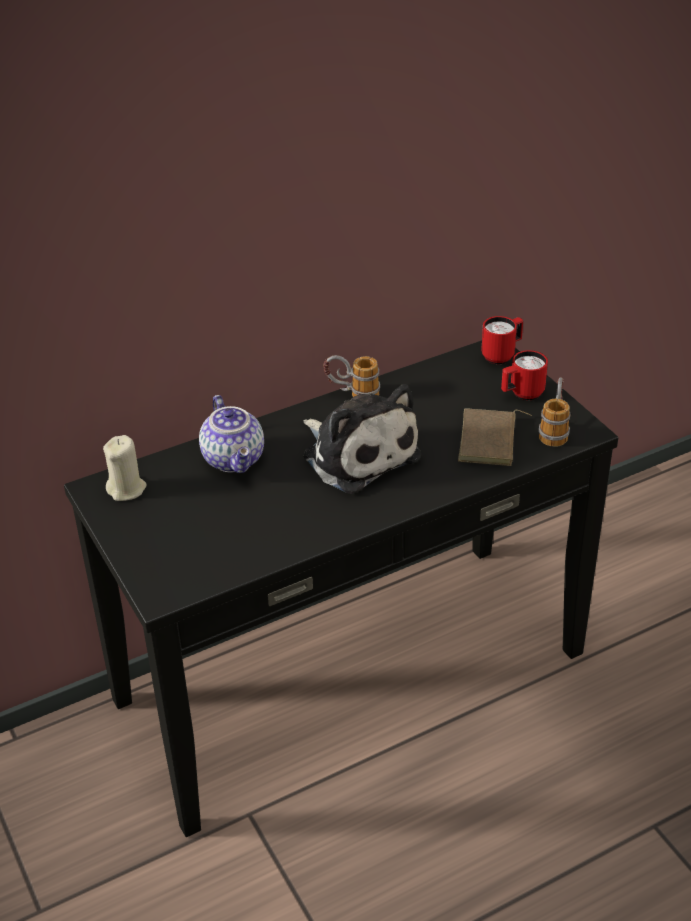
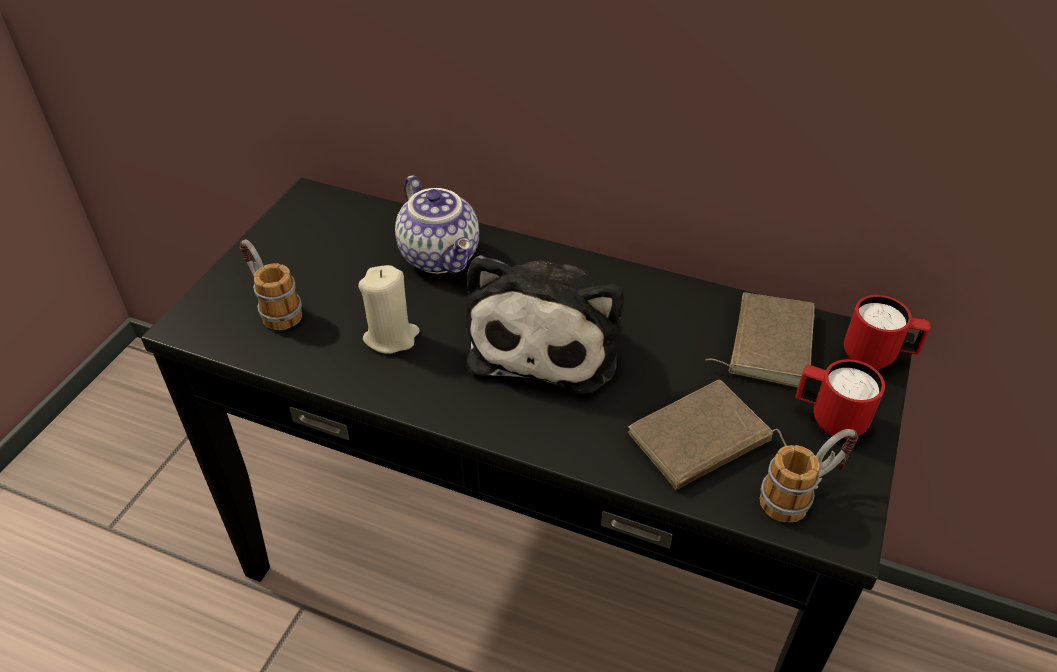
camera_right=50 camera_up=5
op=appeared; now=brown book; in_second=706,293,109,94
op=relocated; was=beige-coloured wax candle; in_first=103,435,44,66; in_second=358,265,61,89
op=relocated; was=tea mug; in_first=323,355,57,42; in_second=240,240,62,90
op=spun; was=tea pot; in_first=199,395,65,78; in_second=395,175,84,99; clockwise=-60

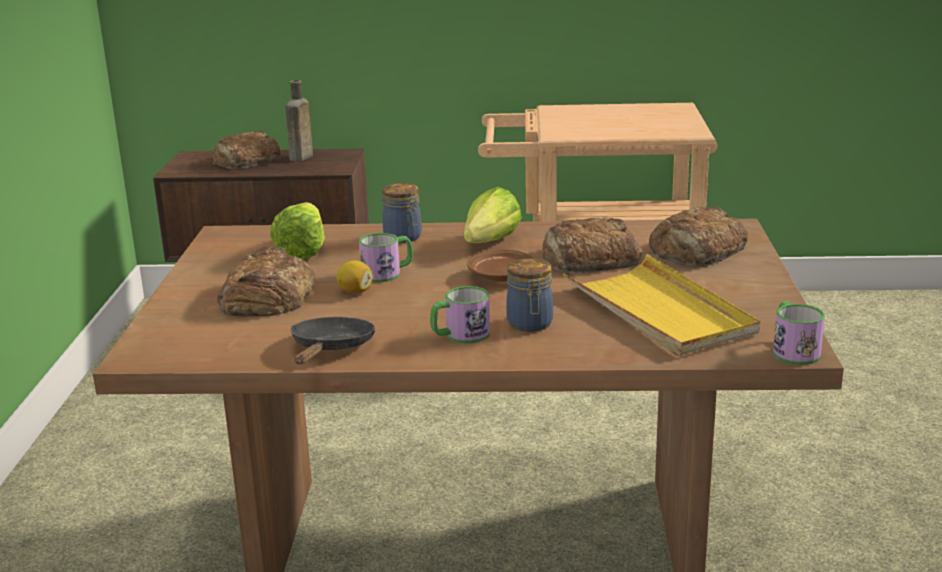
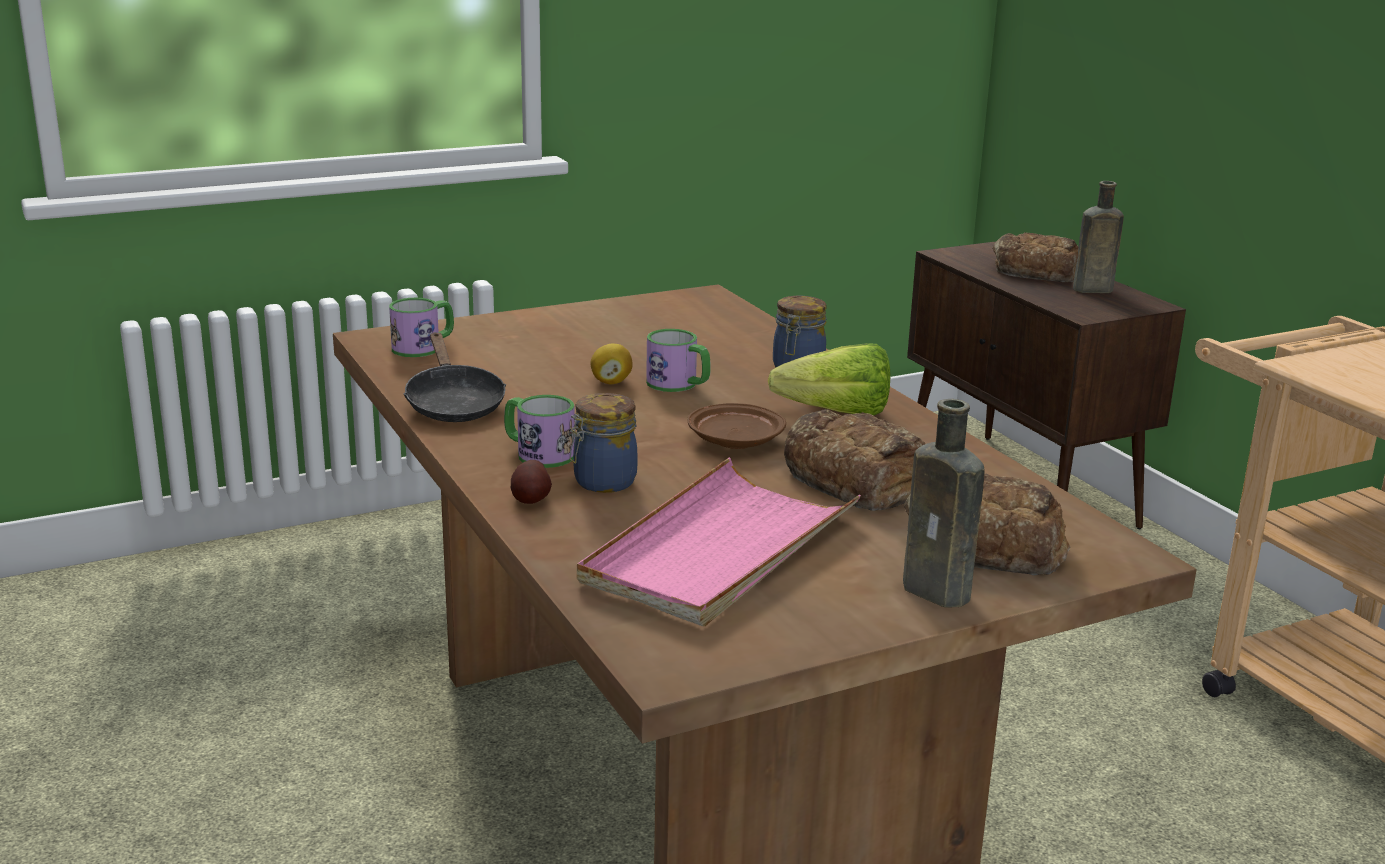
camera_right=60 camera_up=0
op=missing; was=baked bread; in_first=217,247,98,70
op=missing; was=lettuce; in_first=270,202,55,57
op=appeared; now=spud; in_second=511,460,41,44
op=appeared; now=brown drink bottle; in_second=903,399,82,208
op=relocated; was=tea mug; in_first=773,302,52,63; in_second=389,298,65,59
op=colour; was=yellowish tray; now=pinkish tray; in_first=563,254,197,102; in_second=577,458,284,168
op=spun; was=black-coloured pan; in_first=290,317,85,47; in_second=403,332,103,90; clockwise=90

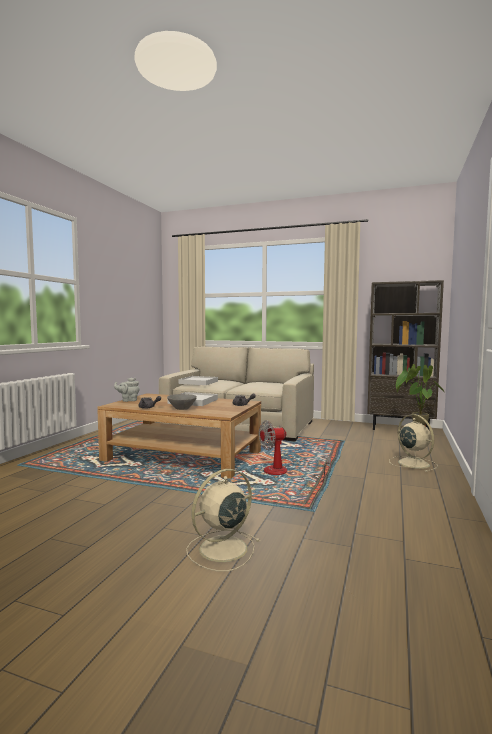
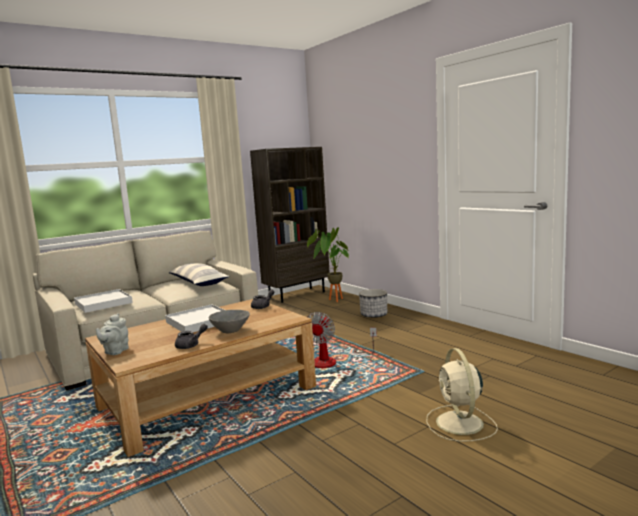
camera_right=-55 camera_up=5
op=appeared; now=throw pillow; in_second=168,263,61,23
op=exchanged; was=beige-coloured cooling fan; now=flower pot; in_first=389,414,49,58; in_second=359,289,28,29

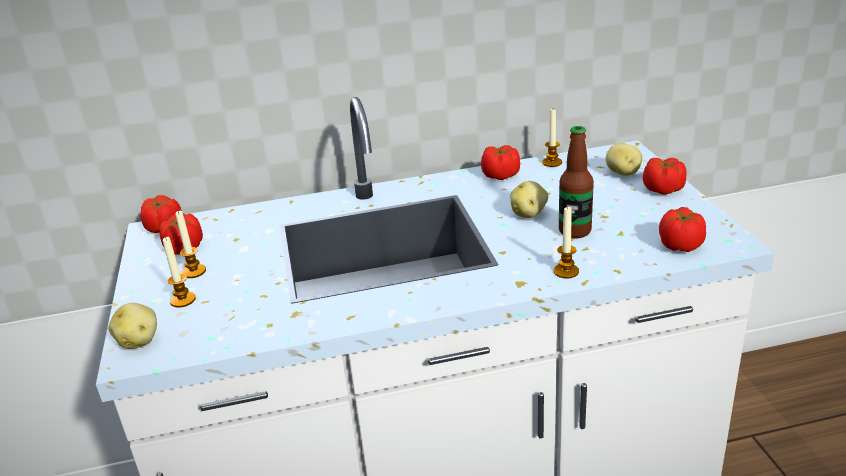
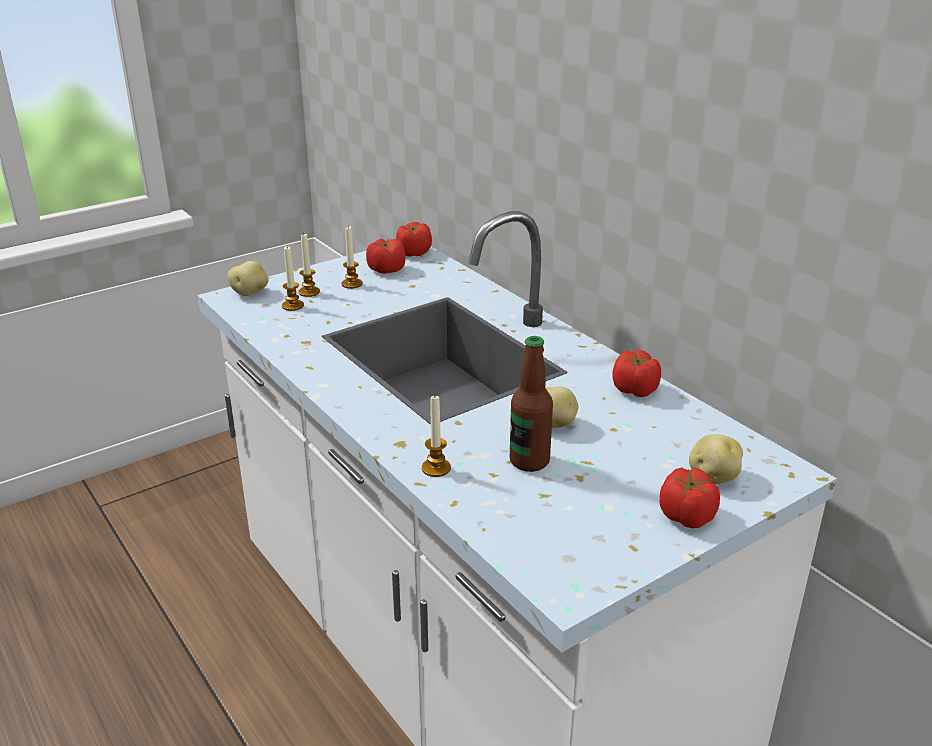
camera_right=65 camera_up=0
op=missing; was=tomato; in_first=659,207,47,45
op=relocated; was=wax candle; in_first=542,109,20,58; in_second=282,246,22,65

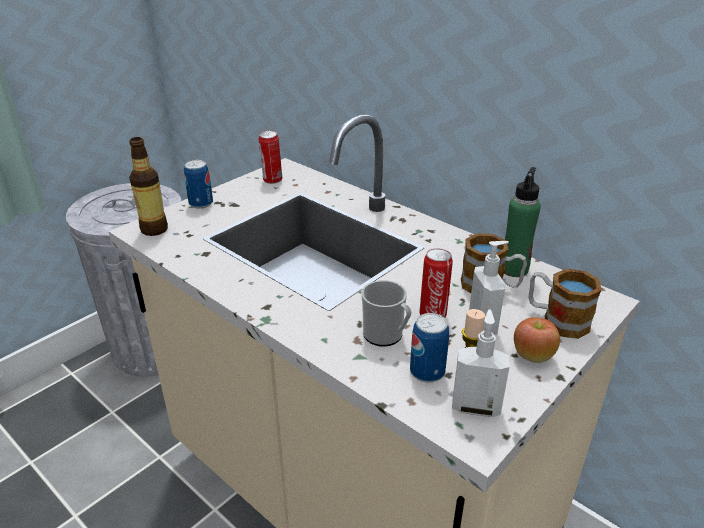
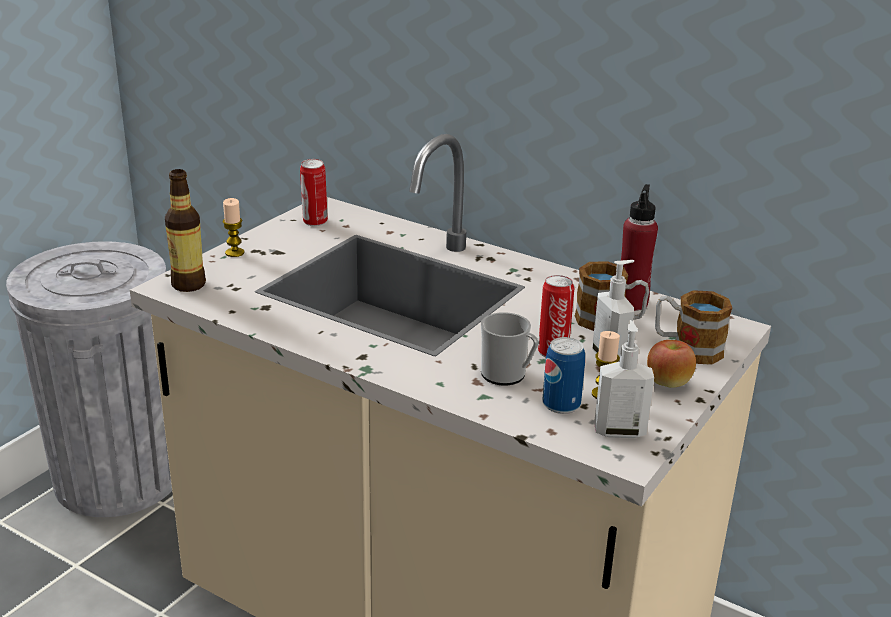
camera_right=-10 camera_up=-5
op=exchanged; was=sealed can; now=wax candle; in_first=184,160,29,49; in_second=223,198,21,59
op=colour; was=green-coloured drink bottle; now=reddish drink bottle; in_first=504,167,37,110; in_second=621,184,37,127

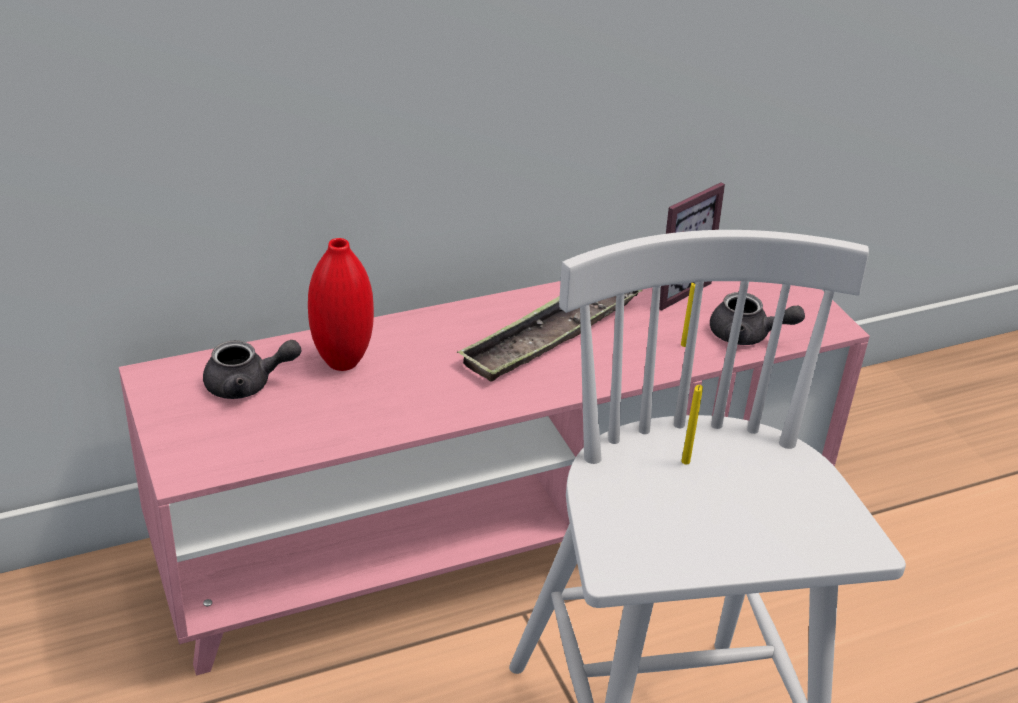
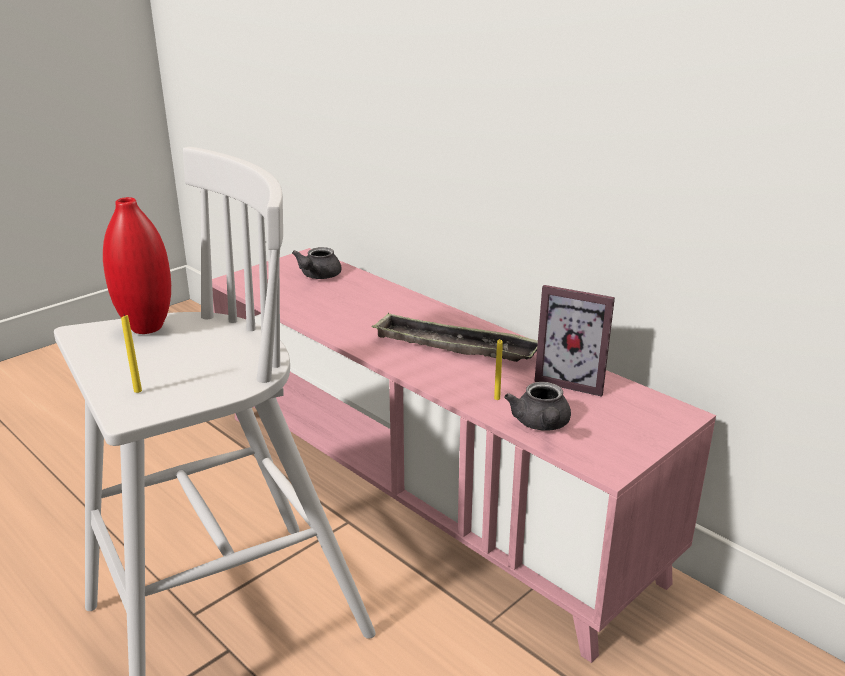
camera_right=70 camera_up=-10
op=relocated; was=reddish vase; in_first=308,238,66,133; in_second=103,197,68,137
op=relocated; was=yellowish wax candle; in_first=681,385,22,80; in_second=121,315,21,78
op=spun; was=grey tea pot; in_first=203,340,98,59; in_second=292,247,50,32; clockwise=45

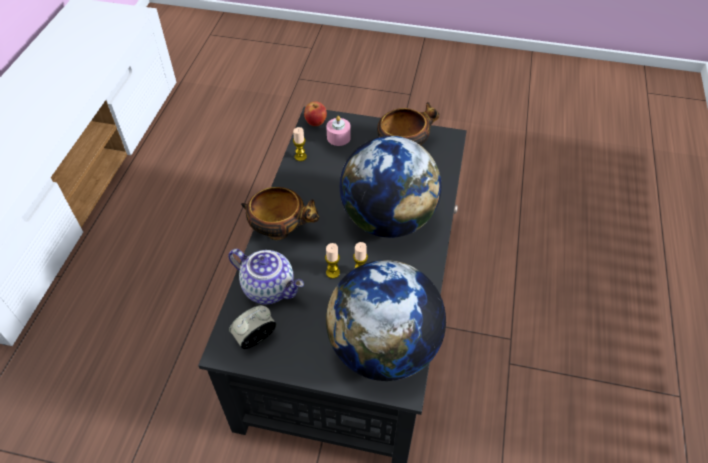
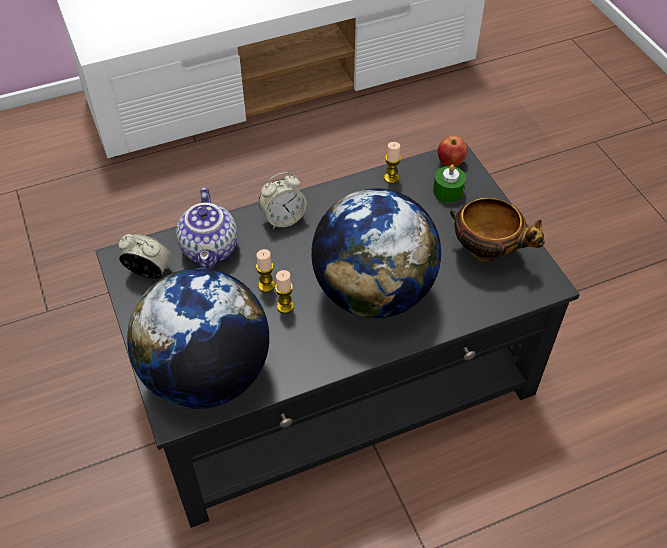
camera_right=55 camera_up=0
op=exchanged; was=serving bowl; now=bedside clock; in_first=241,187,79,53; in_second=259,172,48,57
op=colour; was=pinkish wax candle; now=green-coloured wax candle; in_first=326,116,25,30; in_second=433,164,33,39

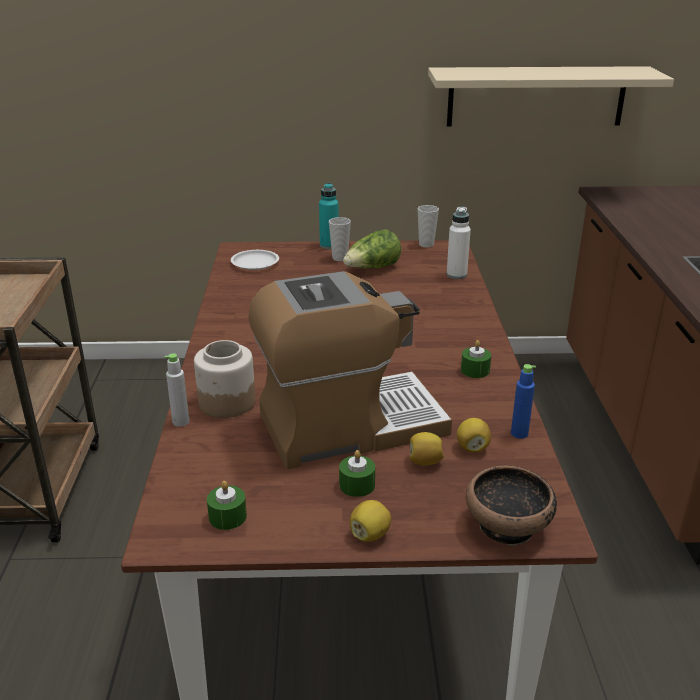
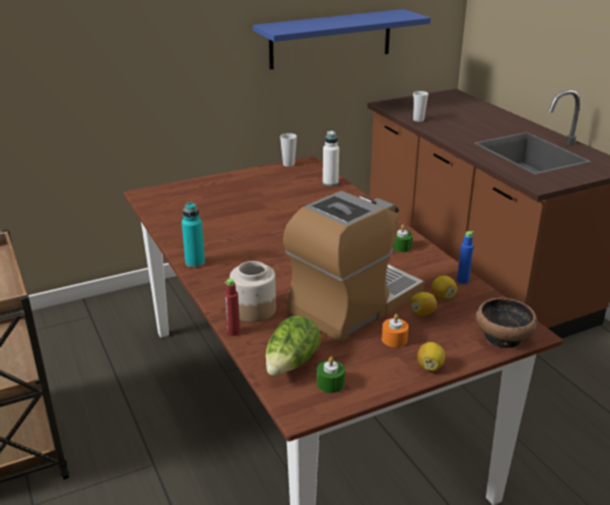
camera_right=-25 camera_up=0
op=missing; was=whitish plate; in_first=231,250,48,20
op=relocated; was=turquoise-coloured drink bottle; in_first=319,183,19,66; in_second=182,202,23,66
op=relocated; was=drinking cup; in_first=329,217,22,44; in_second=413,91,15,31
op=relocated; was=lettuce; in_first=343,230,58,39; in_second=265,316,56,60
op=colour; was=grey drink bottle; now=reddish drink bottle; in_first=165,353,24,74; in_second=224,279,16,57
op=colour; was=green-coloured wax candle; now=orange wax candle; in_first=339,450,36,47; in_second=382,314,27,33
op=colour; was=beige-coloured shelf; now=blue-coloured shelf; in_first=428,66,246,61; in_second=253,9,178,61

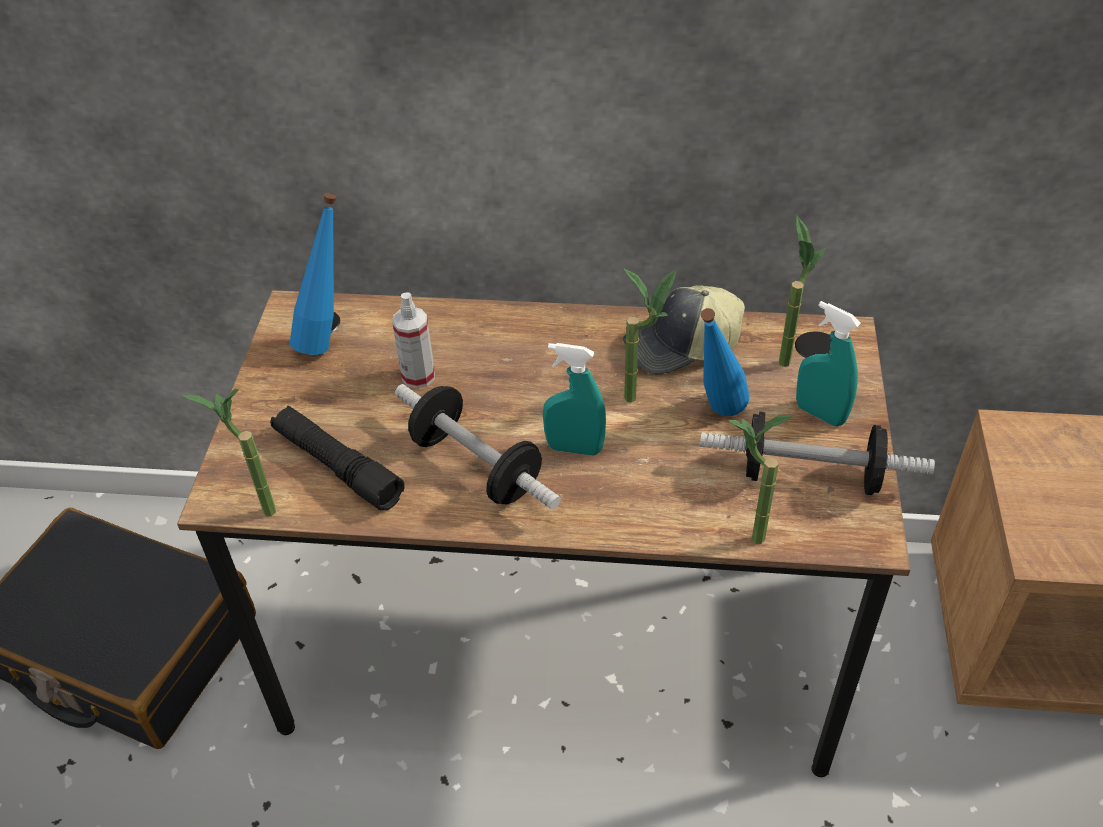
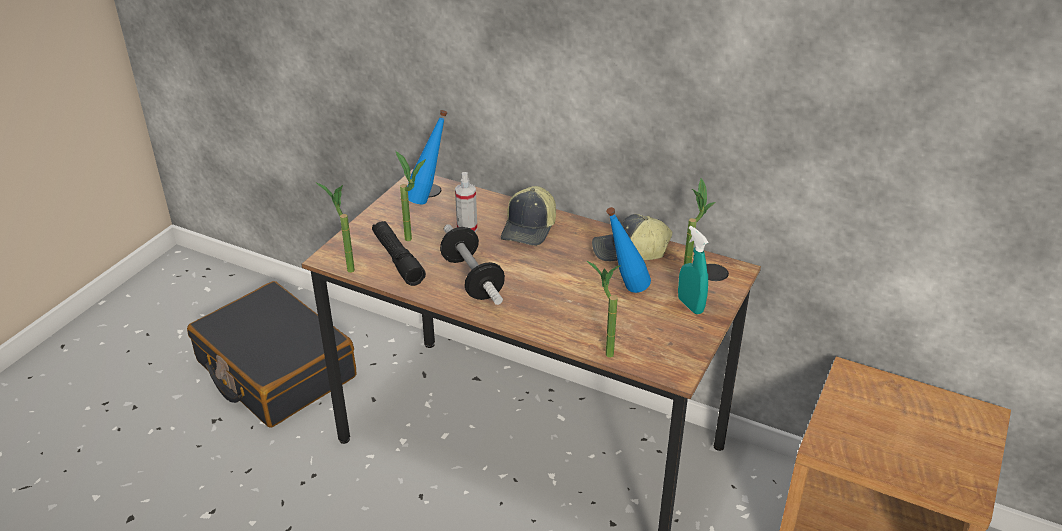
camera_right=20 camera_up=-10
op=missing; was=turquoise-coloured spray bottle; in_first=543,343,63,113
op=missing; was=hand weight; in_first=700,412,235,83
op=appeared; now=baseball cap; in_second=501,186,55,60
op=relocated; was=houseplant; in_first=623,268,54,135; in_second=396,151,30,90

